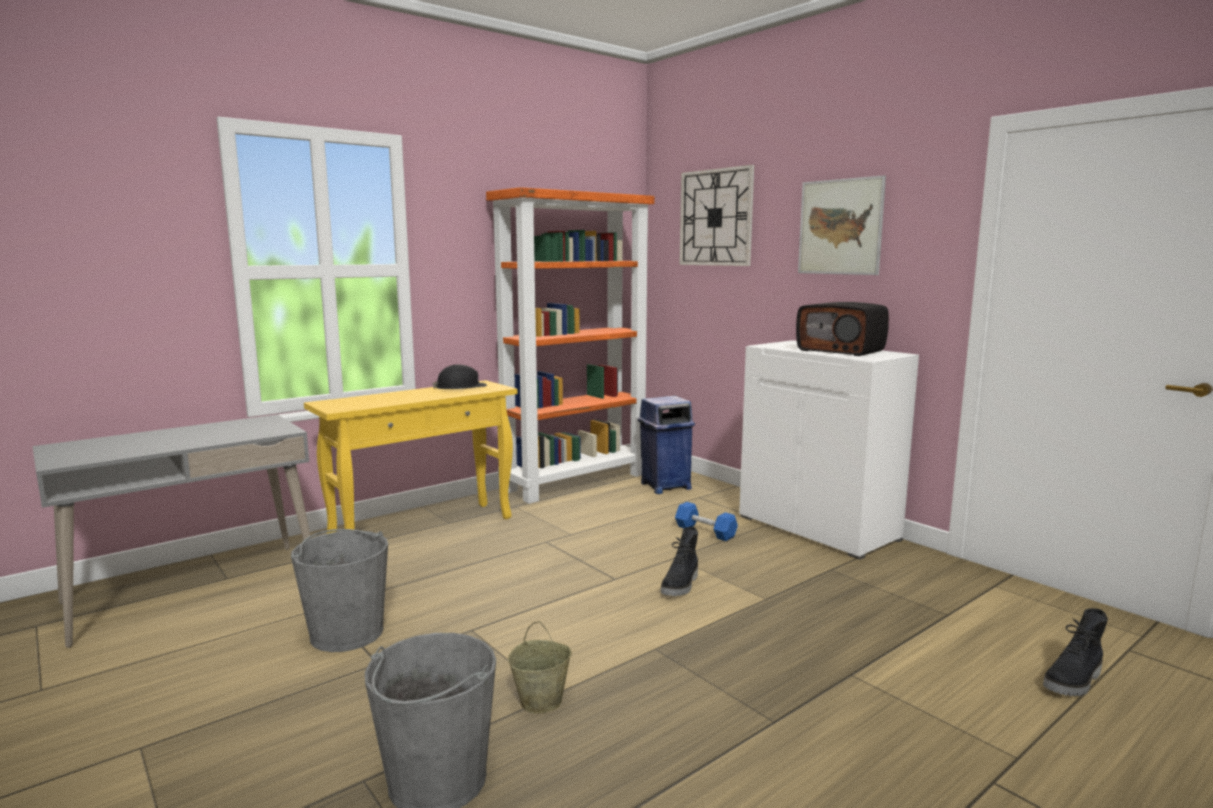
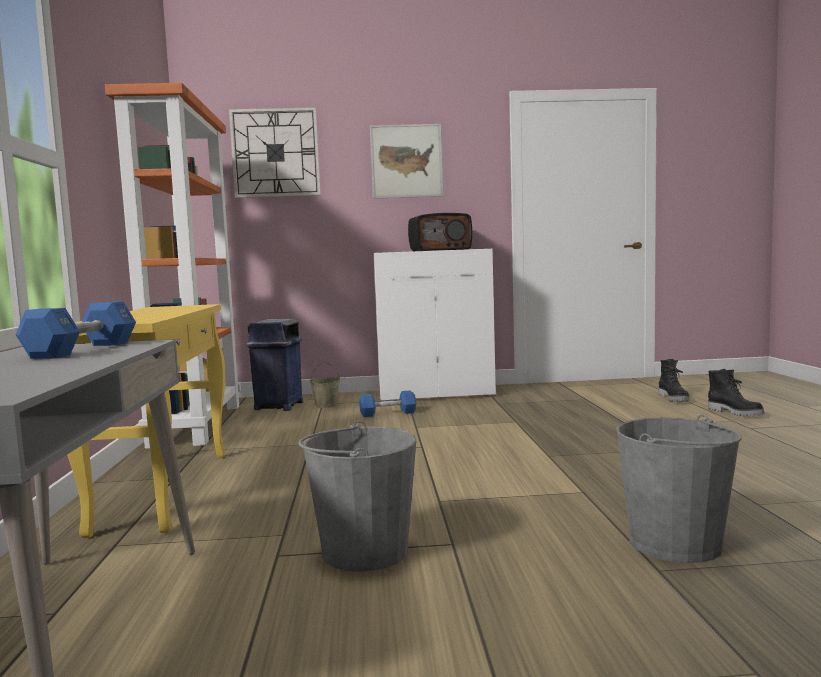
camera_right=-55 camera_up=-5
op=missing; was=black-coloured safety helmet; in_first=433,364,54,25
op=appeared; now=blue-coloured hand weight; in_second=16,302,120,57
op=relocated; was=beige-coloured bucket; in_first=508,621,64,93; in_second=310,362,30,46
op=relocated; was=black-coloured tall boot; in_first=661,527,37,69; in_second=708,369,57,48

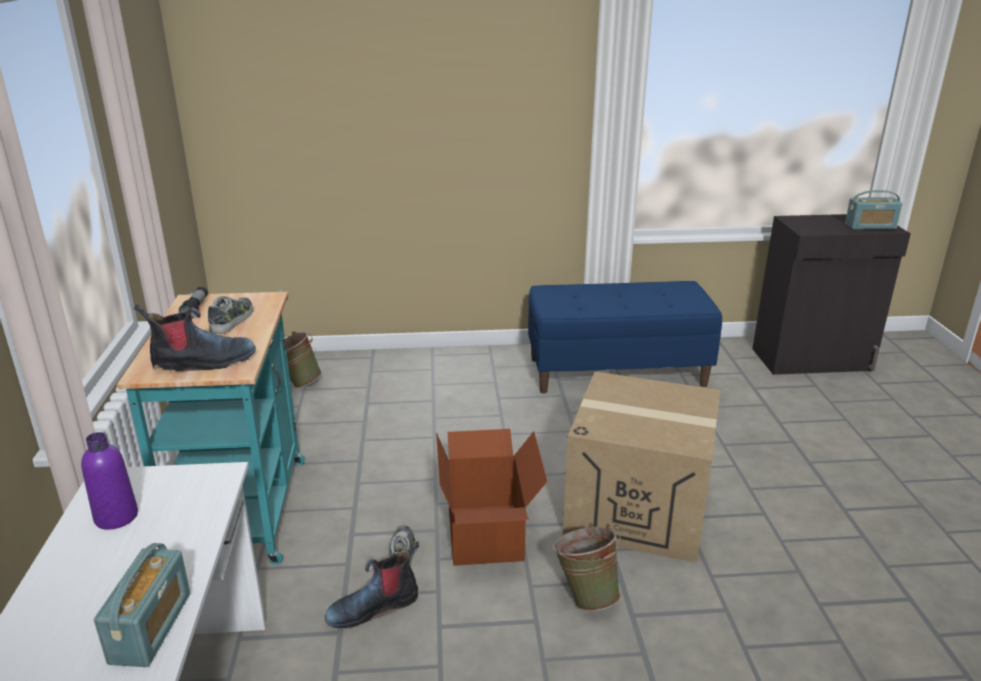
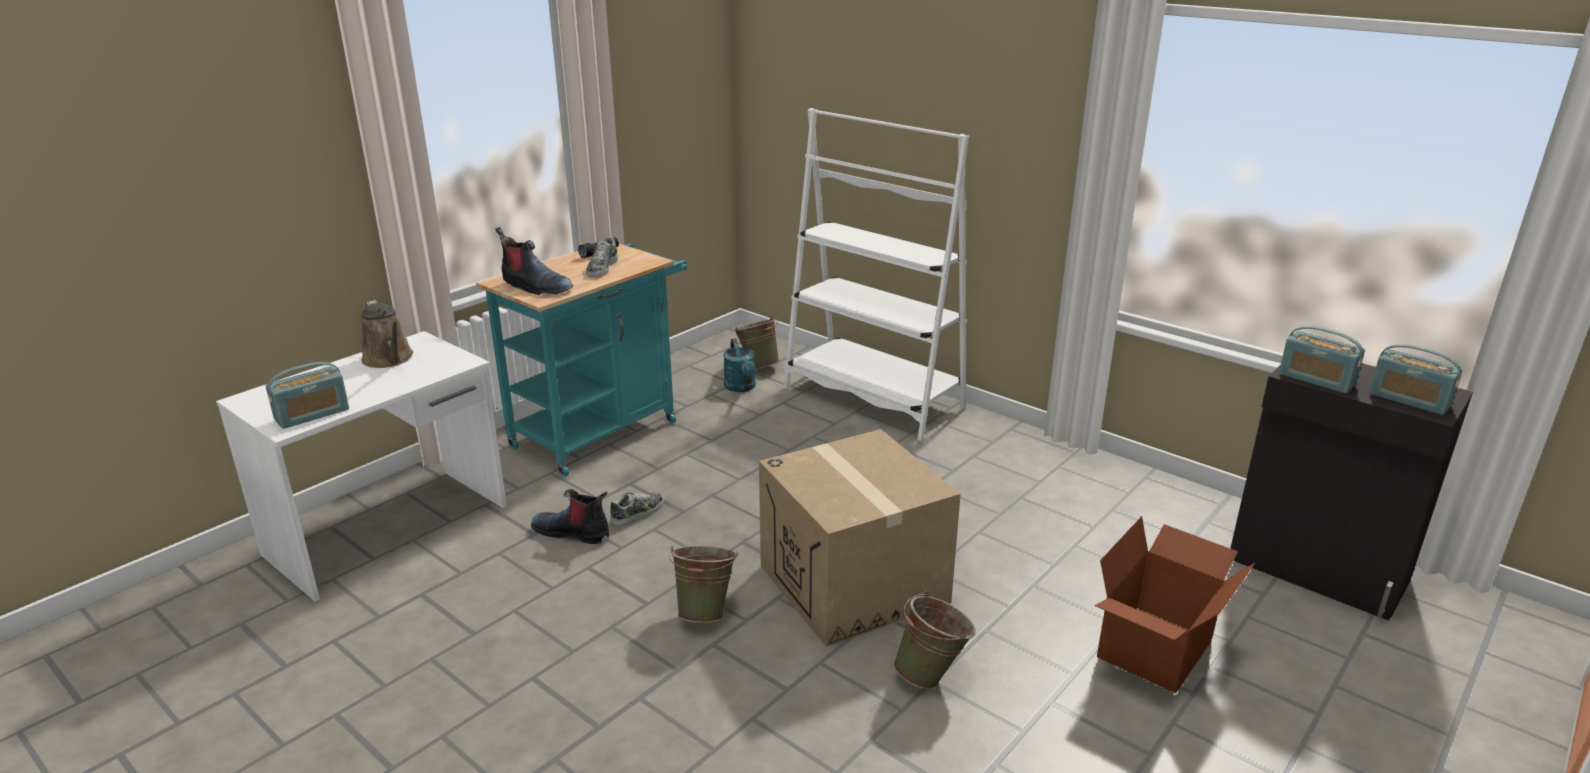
camera_right=45 camera_up=0
op=missing; was=blue-coloured bench; in_first=528,281,194,112
op=appeared; now=turquoise-coloured sprinkling can; in_second=723,338,33,54
op=appeared; now=whitish bookcase; in_second=784,108,185,333
op=appeared; now=green-coloured bucket; in_second=893,591,83,98
op=appeared; now=radio receiver; in_second=1279,326,86,67
op=relocated; was=carton; in_first=436,429,111,137; in_second=1095,516,160,178
op=exchanged; was=purple drink bottle; now=brown sprinkling can; in_first=81,432,57,98; in_second=361,300,52,68
op=spun; was=shoe; in_first=208,296,45,38; in_second=586,236,32,41; clockwise=135

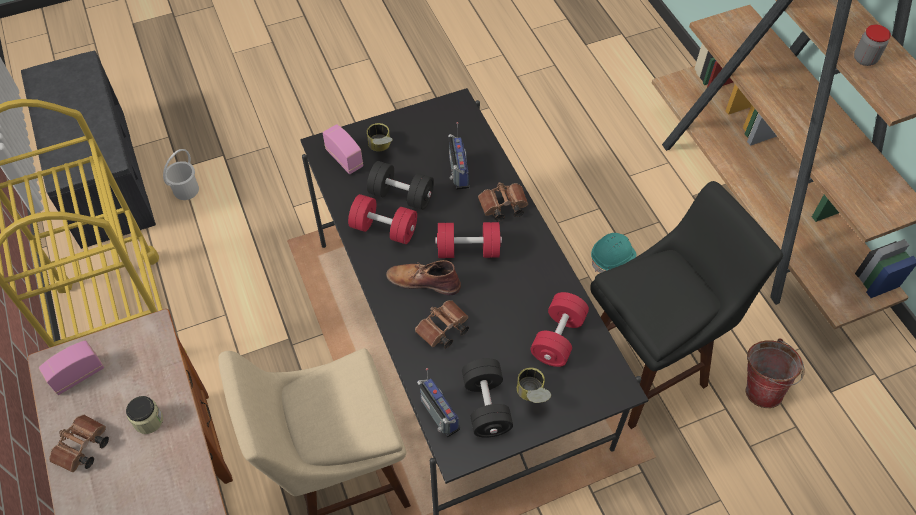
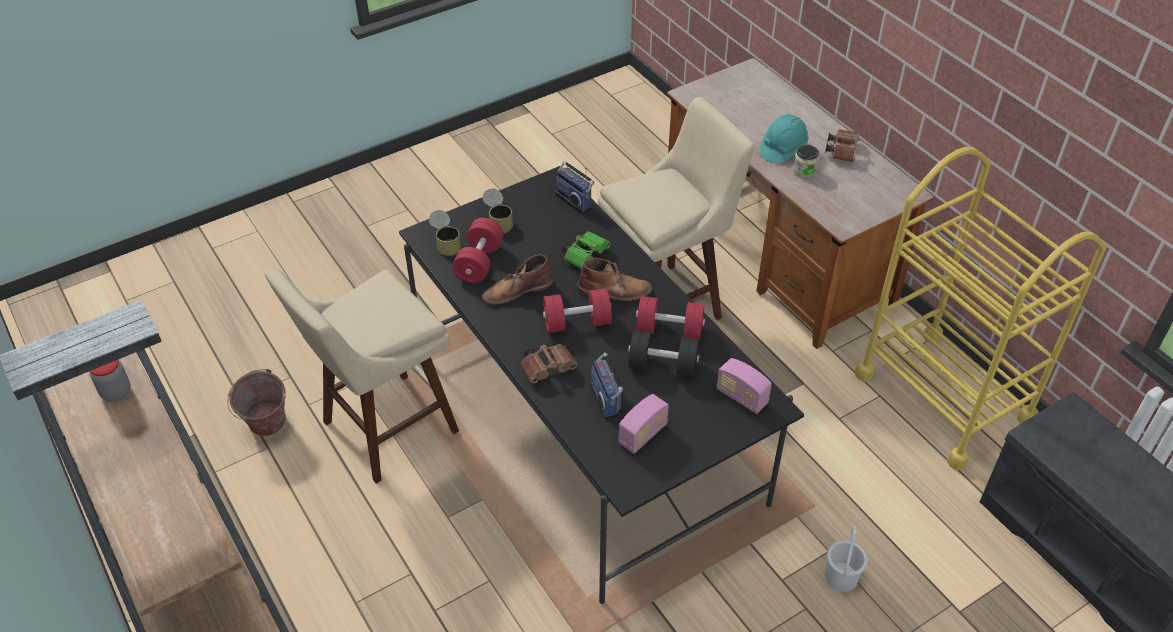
camera_right=170 camera_up=-10
op=missing; was=black-coloured hand weight; in_first=462,358,51,80
op=appeared; now=brown tall boot; in_second=482,254,72,51
op=relocated; was=radio receiver; in_first=39,340,65,55; in_second=618,394,51,60
op=relocated; was=whitish bucket; in_first=163,149,36,51; in_second=825,526,43,66
op=relocated; was=sealed can; in_first=367,123,26,28; in_second=429,210,32,46
op=relocated; was=turquoise-coloured safety helmet; in_first=591,233,46,40; in_second=759,114,50,50
op=colour; was=brown binoculars; now=green-coloured binoculars; in_first=415,300,54,49; in_second=562,231,49,38
op=colour; was=black-coloured stool seat; now=beige-coloured stool seat; in_first=590,181,193,248; in_second=264,267,195,217

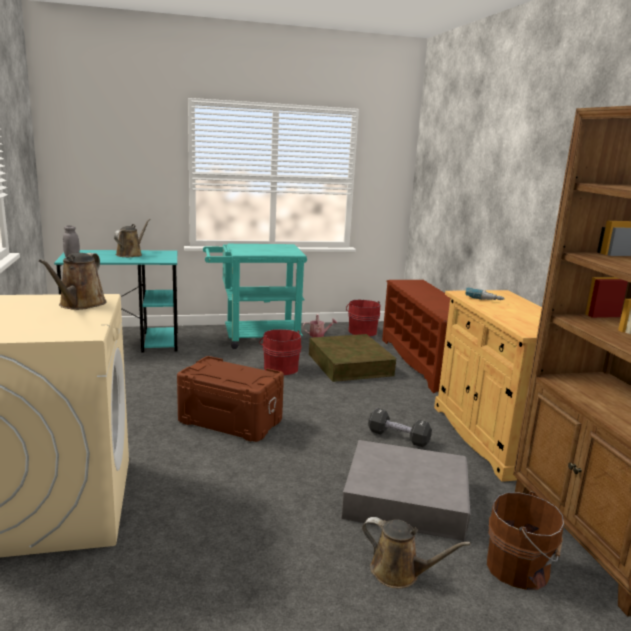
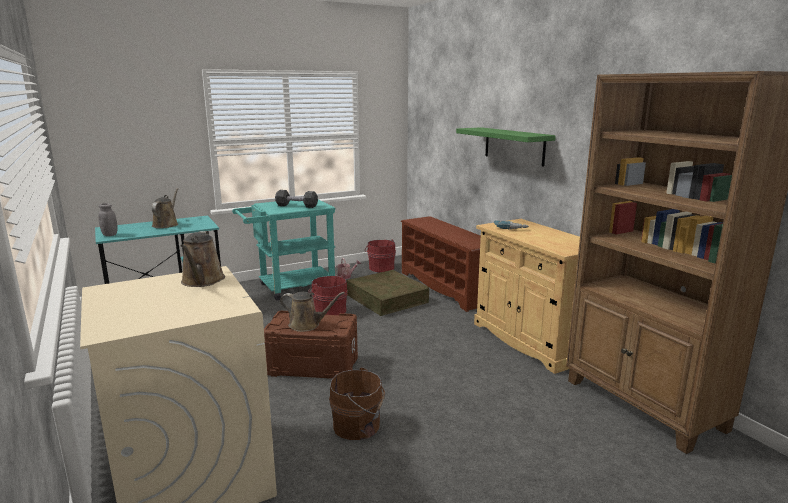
camera_right=-15 camera_up=0
op=missing; was=grey storage box; in_first=341,440,129,101
op=appeared; now=green-coloured shelf; in_second=456,127,99,40
op=relocated; was=brown sprinkling can; in_first=362,517,109,71; in_second=280,292,65,40
op=relocated; was=black-coloured hand weight; in_first=368,408,64,39; in_second=275,190,43,18
op=relocated; was=brown bucket; in_first=487,492,77,98; in_second=329,367,56,73

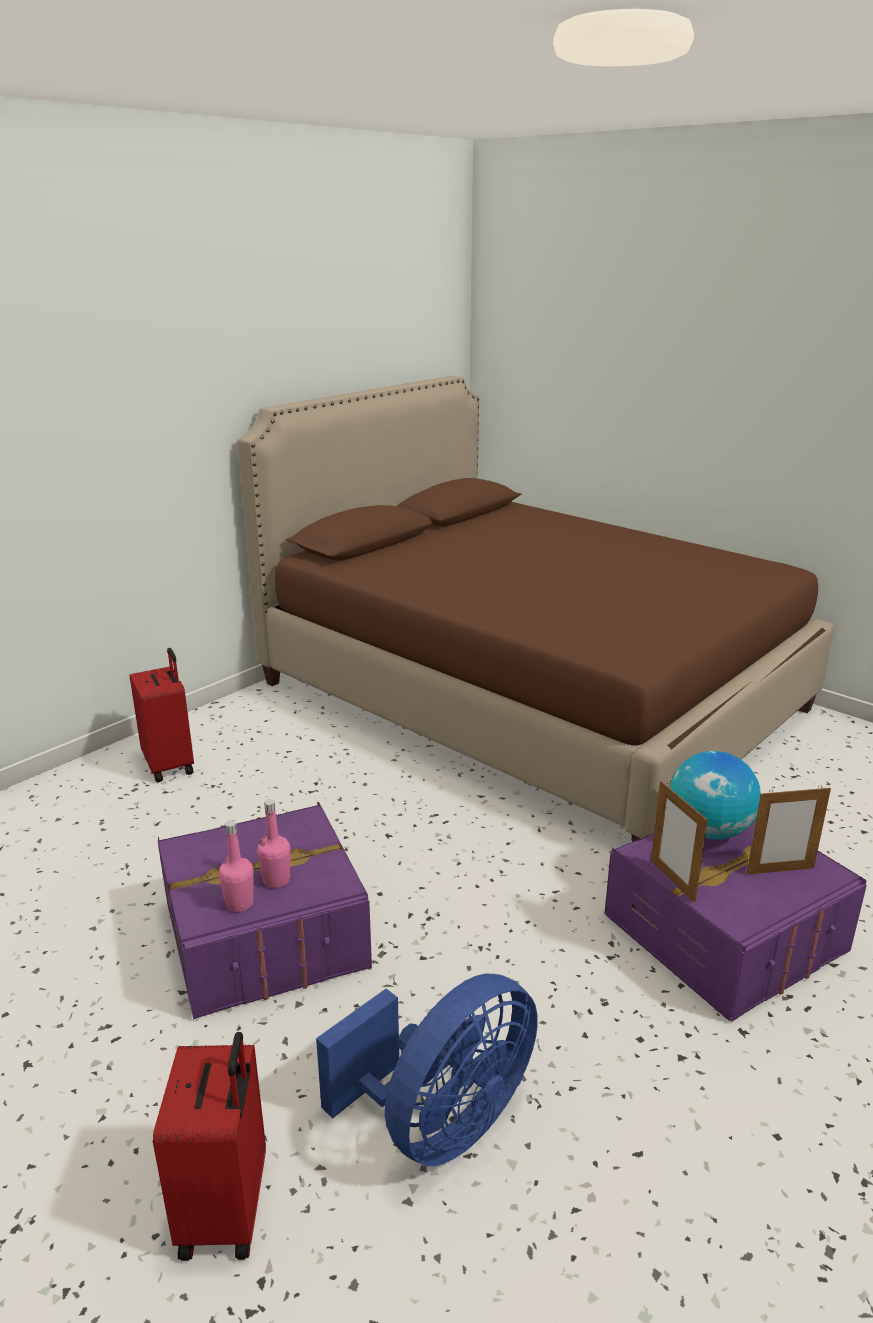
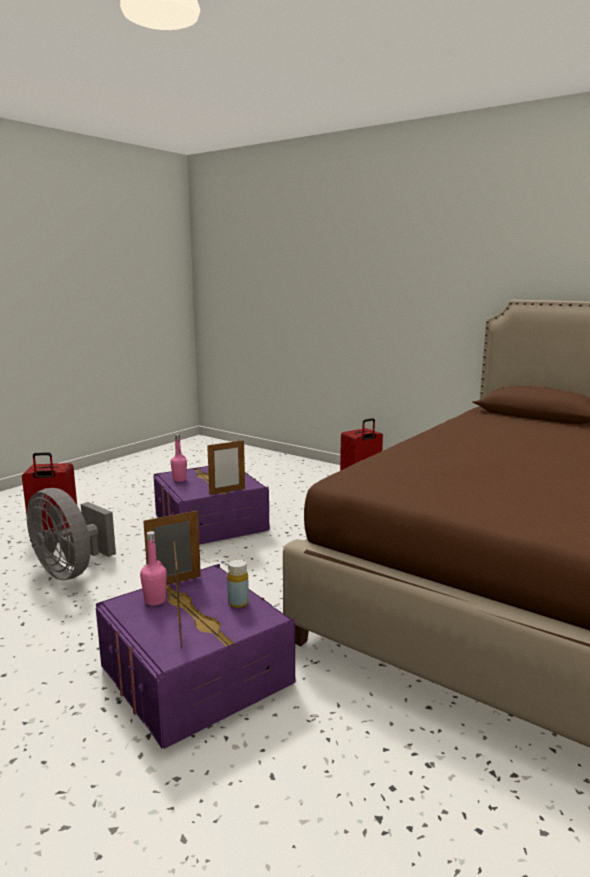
camera_right=85 camera_up=-10
op=appeared; now=photo frame; in_second=207,440,38,55
op=relocated; was=pinkish drink bottle; in_first=257,799,33,89; in_second=140,531,27,75
op=exchanged; was=world globe; now=yellowish drink bottle; in_first=670,751,91,89; in_second=227,559,22,49
op=colour; was=blue-coloured cooling fan; now=grey cooling fan; in_first=316,974,222,192; in_second=27,488,89,92

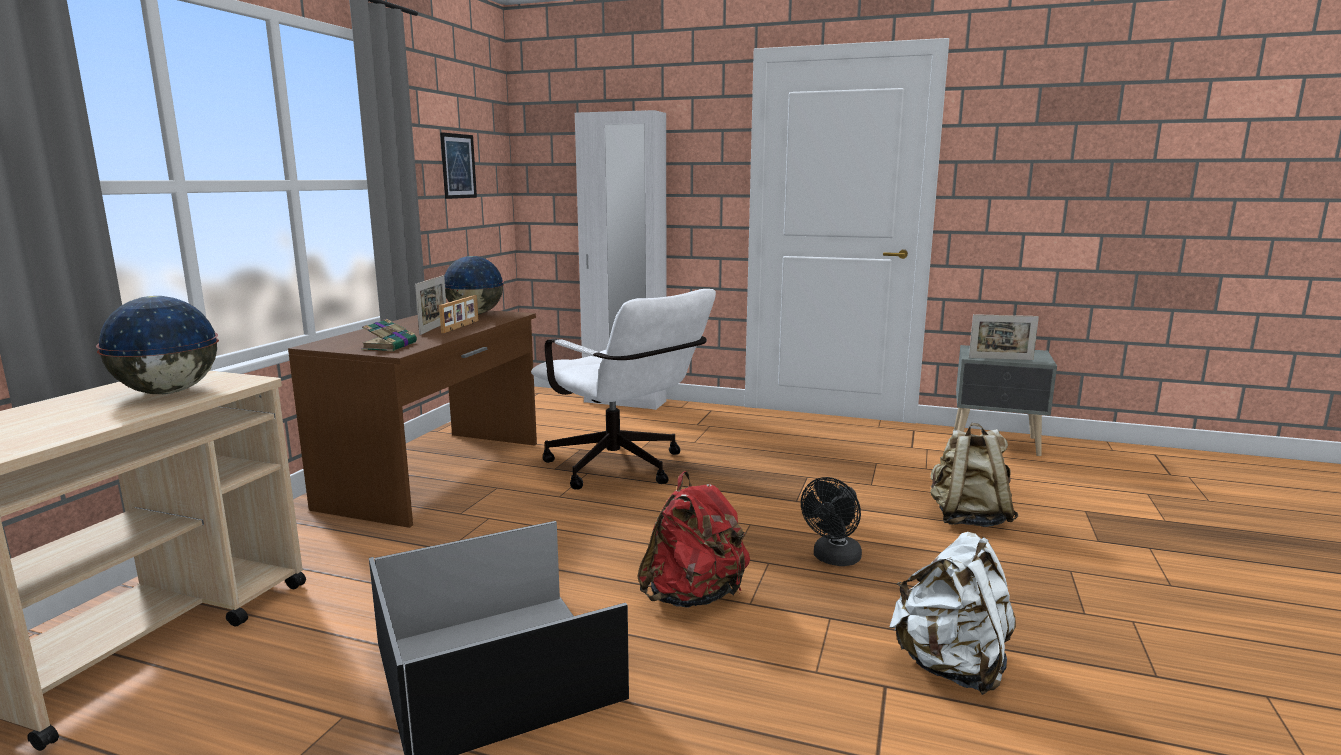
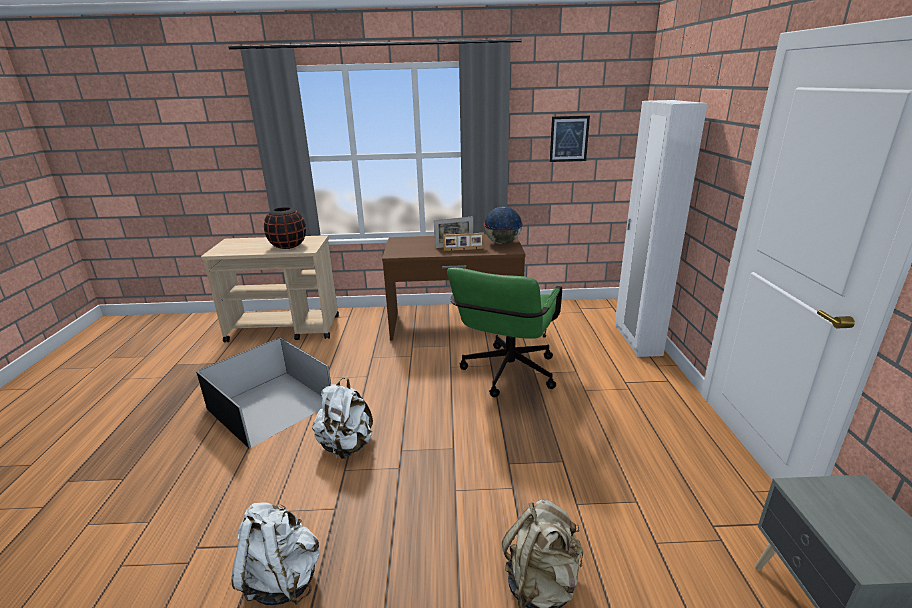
camera_right=70 camera_up=10
op=missing; was=book; in_first=361,319,56,32
op=missing; was=black-coloured cooling fan; in_first=801,477,61,89
op=missing; was=photo frame; in_first=969,314,70,46
op=exchanged; was=world globe; now=black-coloured vase; in_first=96,296,123,98; in_second=264,207,42,42
op=colour; was=whitish office chair; now=green-coloured office chair; in_first=531,289,185,201; in_second=447,268,115,129
op=colour; was=reddish backpack; now=whitish backpack; in_first=637,471,113,137; in_second=312,378,61,81

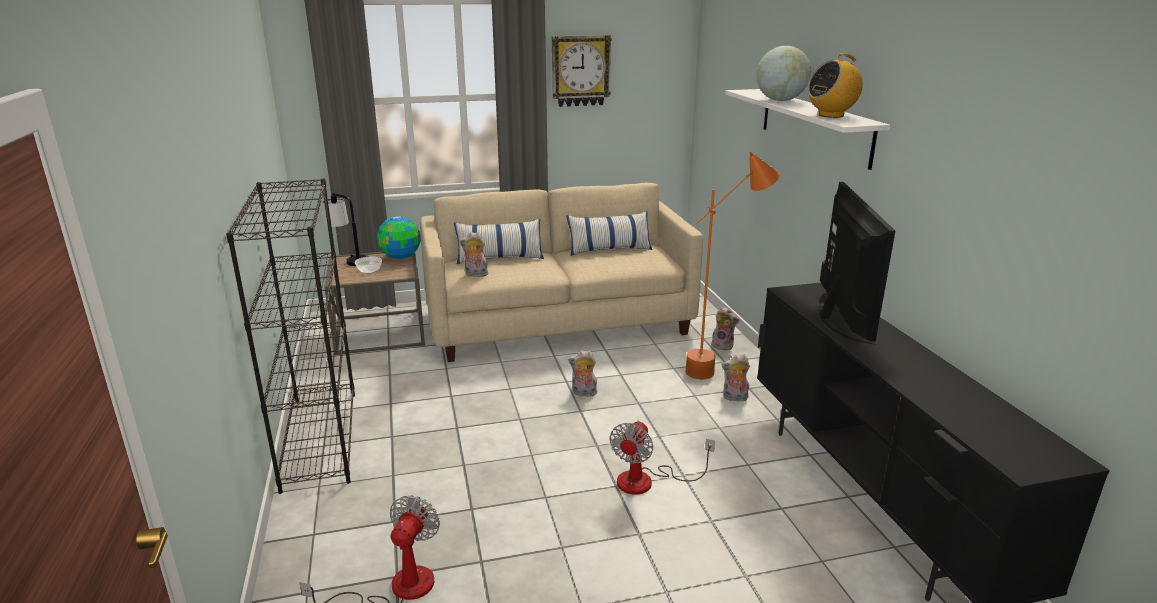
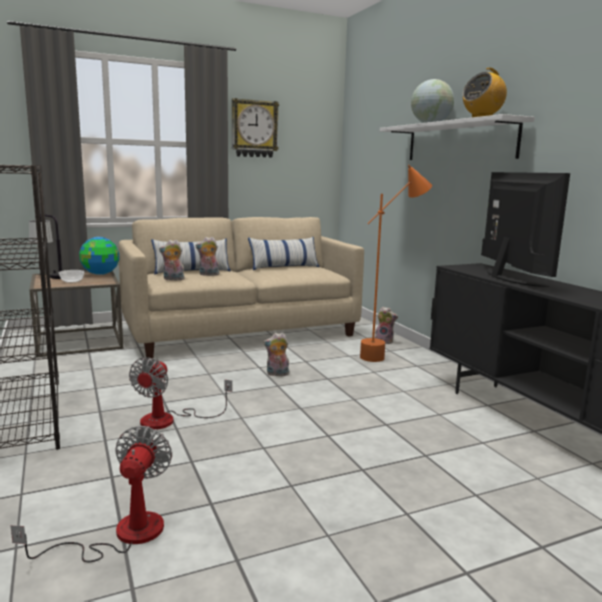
camera_right=-10 camera_up=-10
op=relocated; was=cooling fan; in_first=609,421,106,73; in_second=129,357,103,72
op=relocated; was=cuddly toy; in_first=721,355,29,46; in_second=195,237,24,39

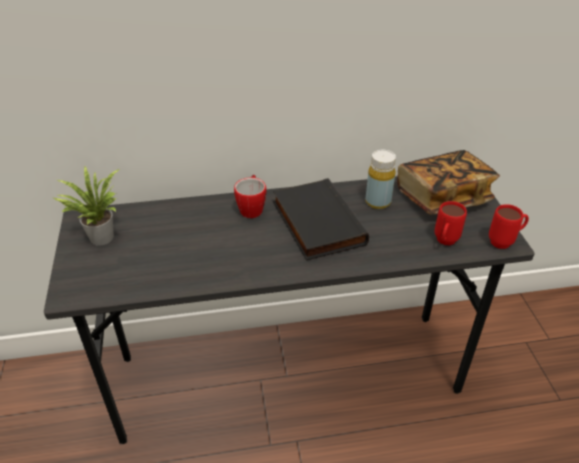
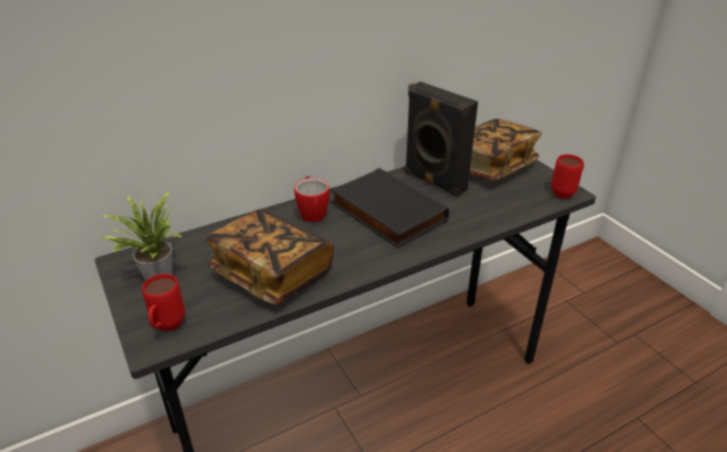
camera_right=-20 camera_up=-5
op=appeared; now=book; in_second=206,209,128,96
op=relocated; was=reddish tea mug; in_first=435,201,32,44; in_second=142,274,43,57
op=exchanged; was=yellowish drink bottle; now=black-coloured speaker; in_first=366,150,30,59; in_second=405,81,73,116

